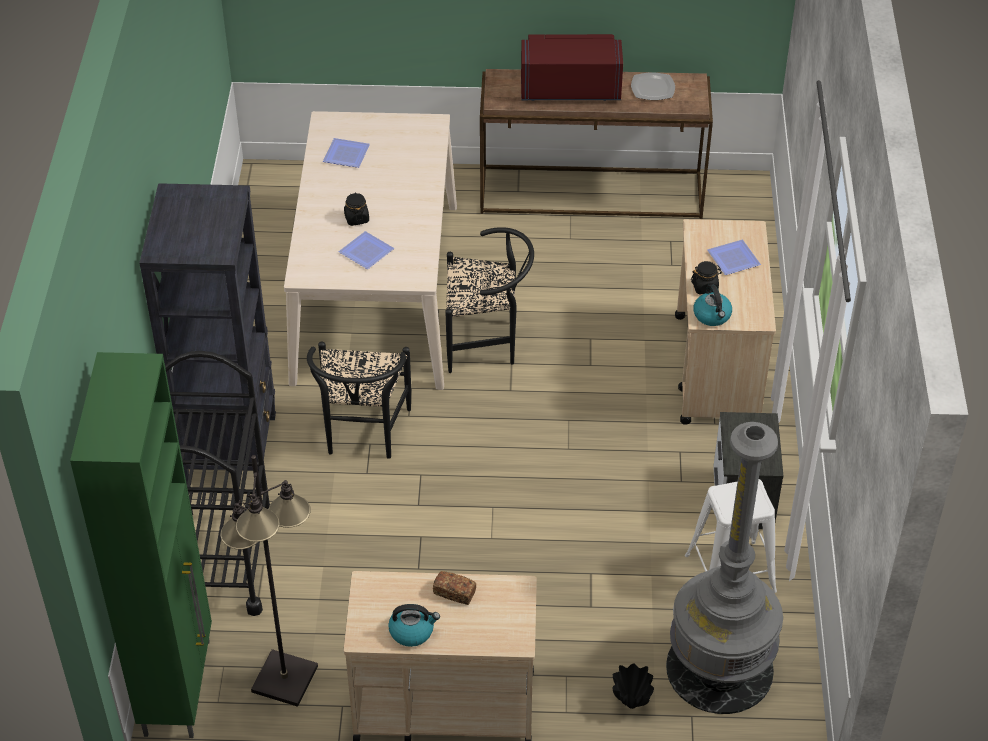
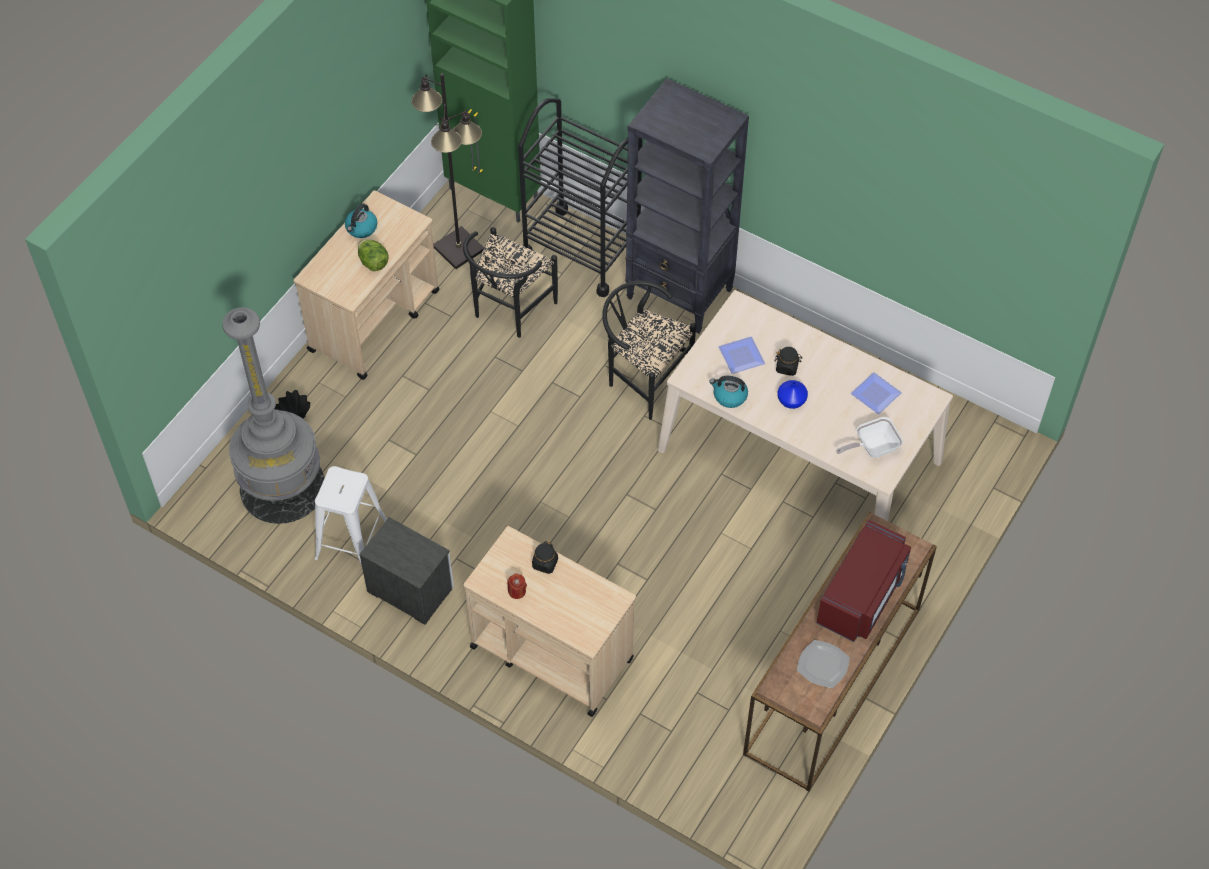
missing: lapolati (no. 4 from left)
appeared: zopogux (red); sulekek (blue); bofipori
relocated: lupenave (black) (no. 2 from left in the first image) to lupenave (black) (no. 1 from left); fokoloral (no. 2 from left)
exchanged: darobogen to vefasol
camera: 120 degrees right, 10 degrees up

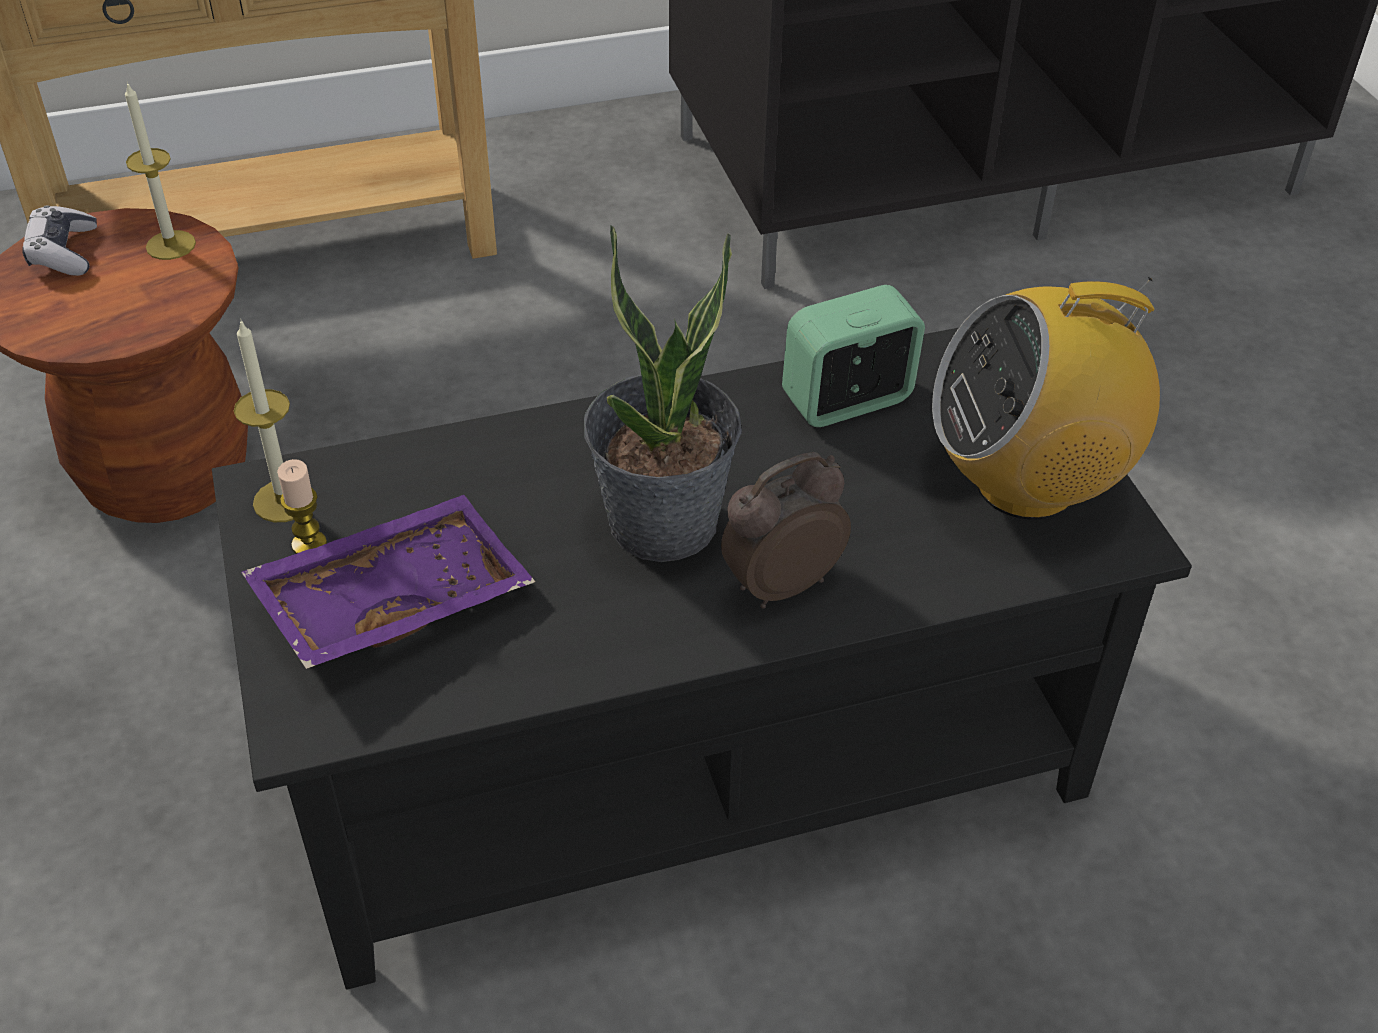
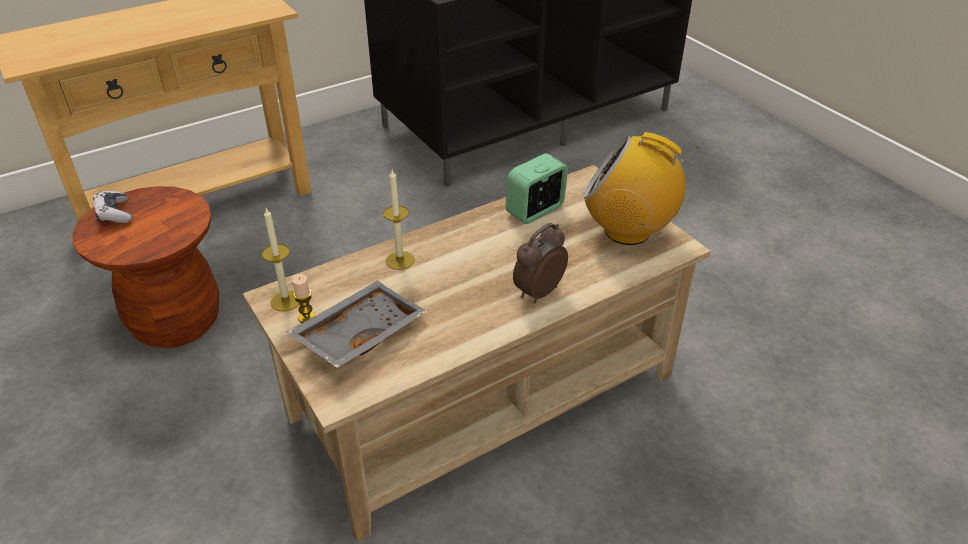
missing: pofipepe
relocated: zopogux (no. 1 from left in the first image) to zopogux (no. 3 from left)
colour: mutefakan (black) to mutefakan (beige); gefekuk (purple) to gefekuk (grey)
spun: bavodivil 45 degrees clockwise
camera: 15 degrees left, 5 degrees down

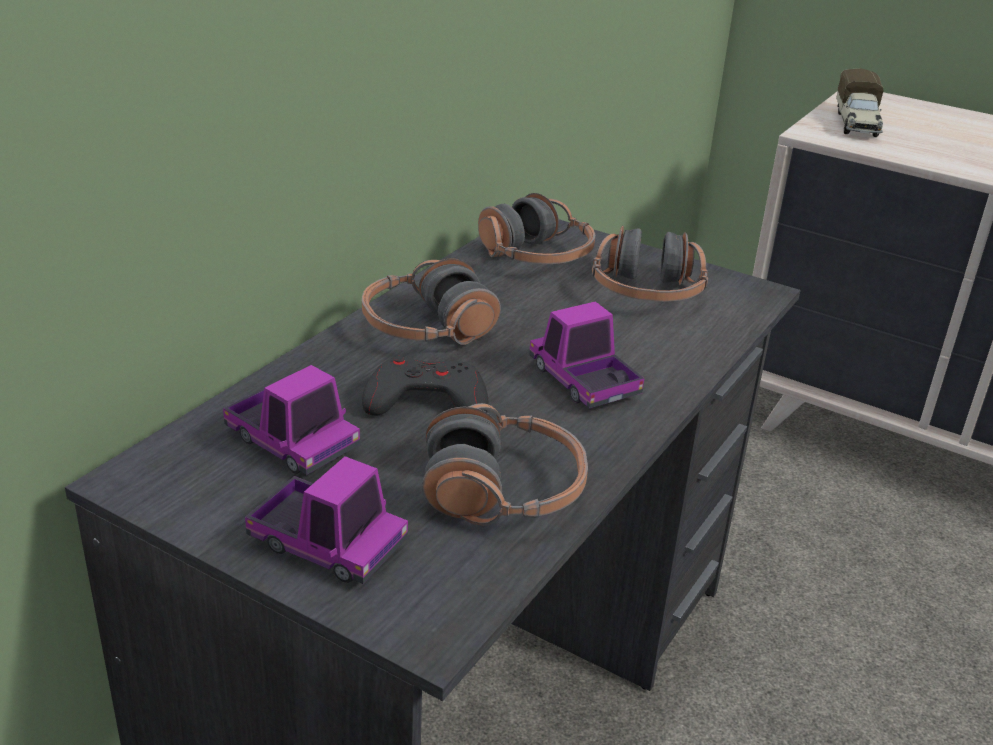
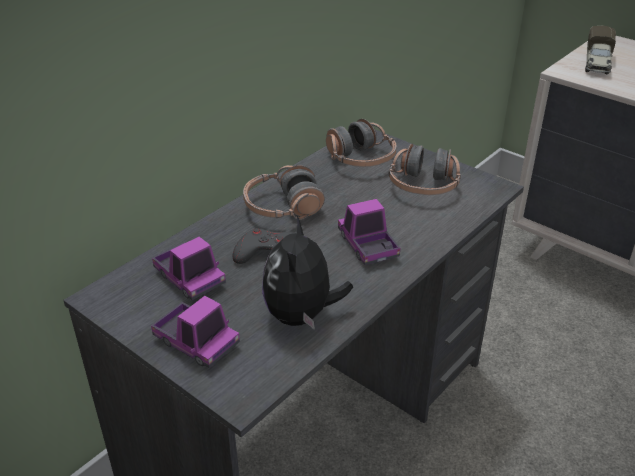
exchanged: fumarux (no. 2 from left) to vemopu
camera: 10 degrees right, 5 degrees up

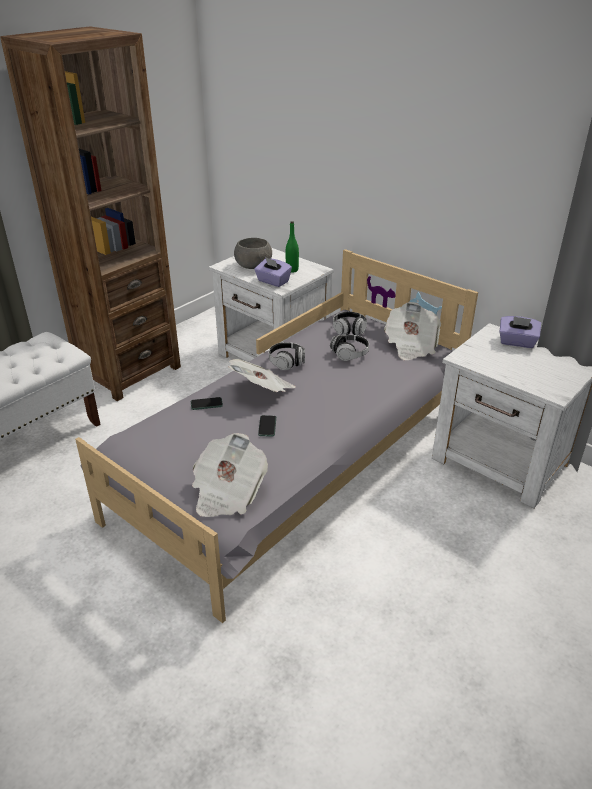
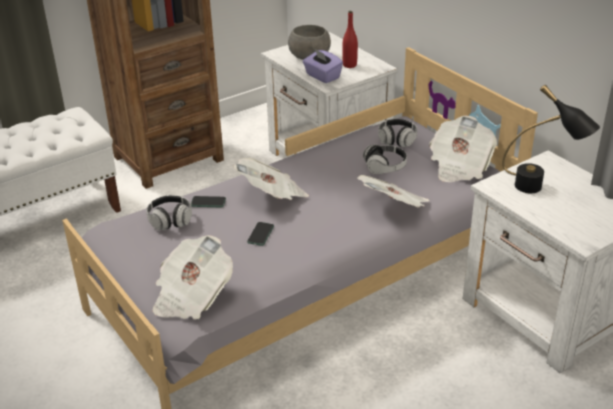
missing: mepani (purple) (no. 2 from left)
appeared: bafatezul (no. 3 from left); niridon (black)
relocated: fumarux (no. 1 from left)
colour: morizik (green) to morizik (red)
camera: 15 degrees right, 0 degrees up

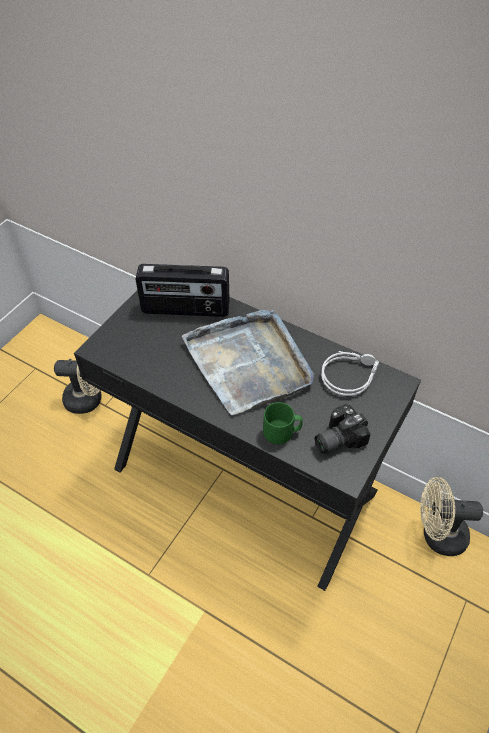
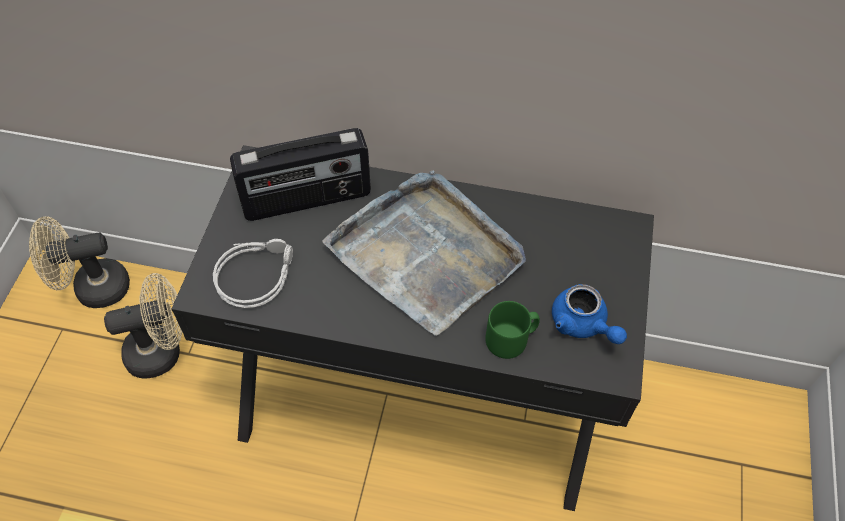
relocated: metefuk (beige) (no. 2 from left in the first image) to metefuk (beige) (no. 1 from left); fumarux (grey)
exchanged: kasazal to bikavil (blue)
camera: 20 degrees left, 5 degrees up

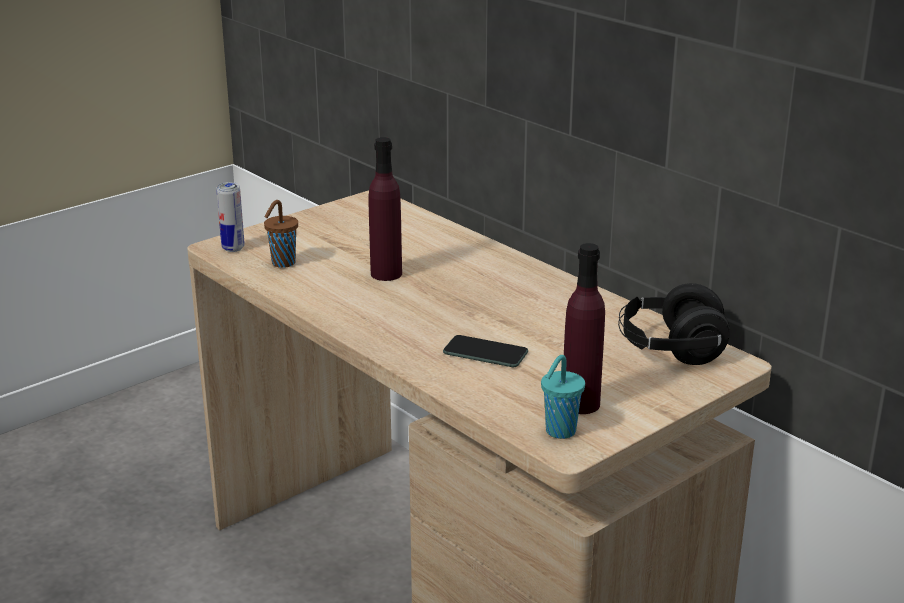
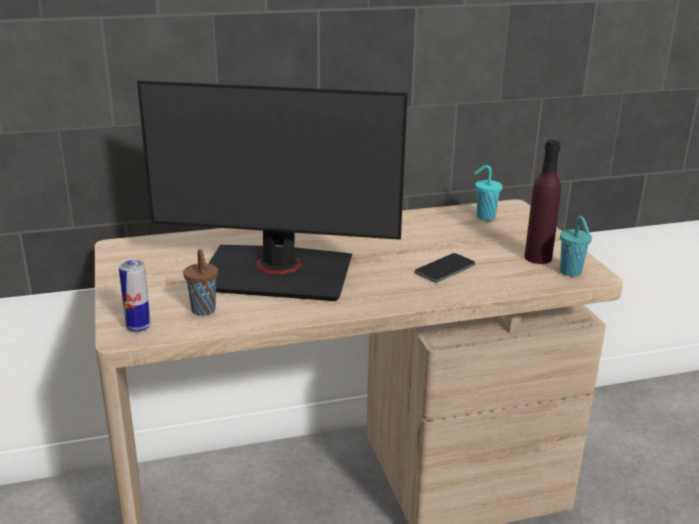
exchanged: morizik (purple) (no. 1 from left) to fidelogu; fumarux (black) to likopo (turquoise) (no. 1 from left)
camera: 65 degrees left, 0 degrees up

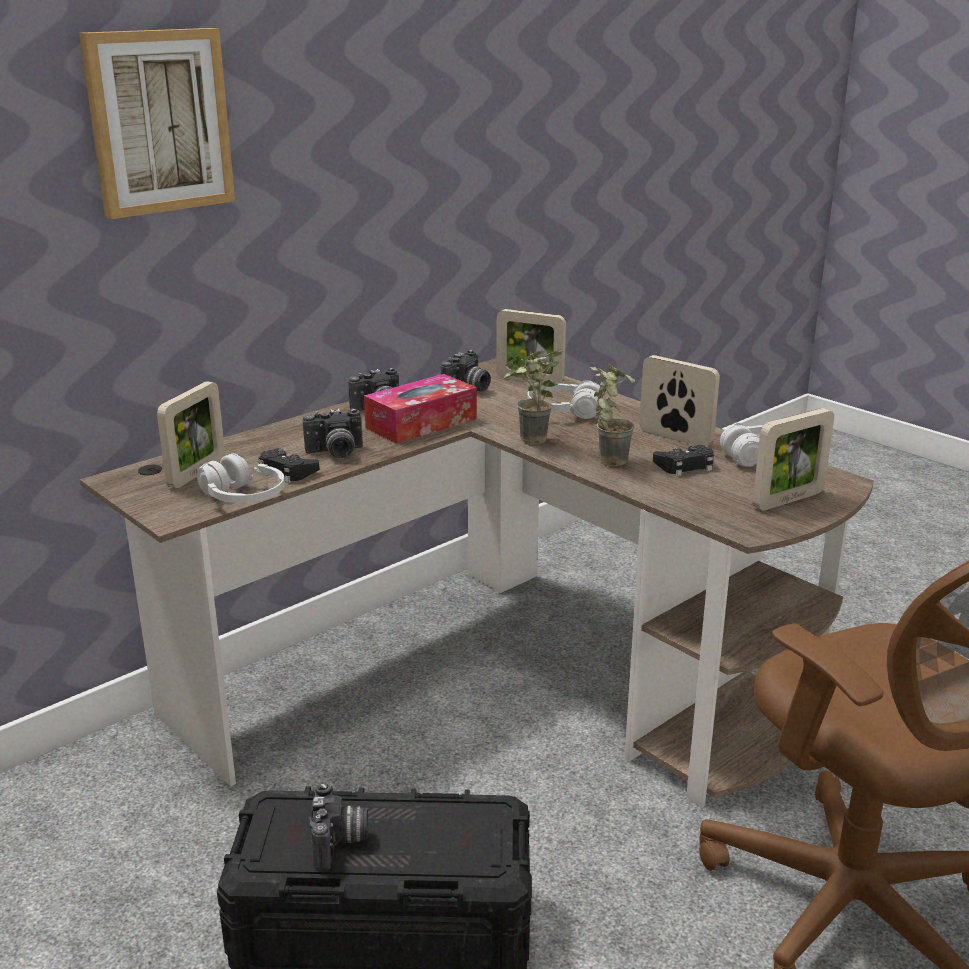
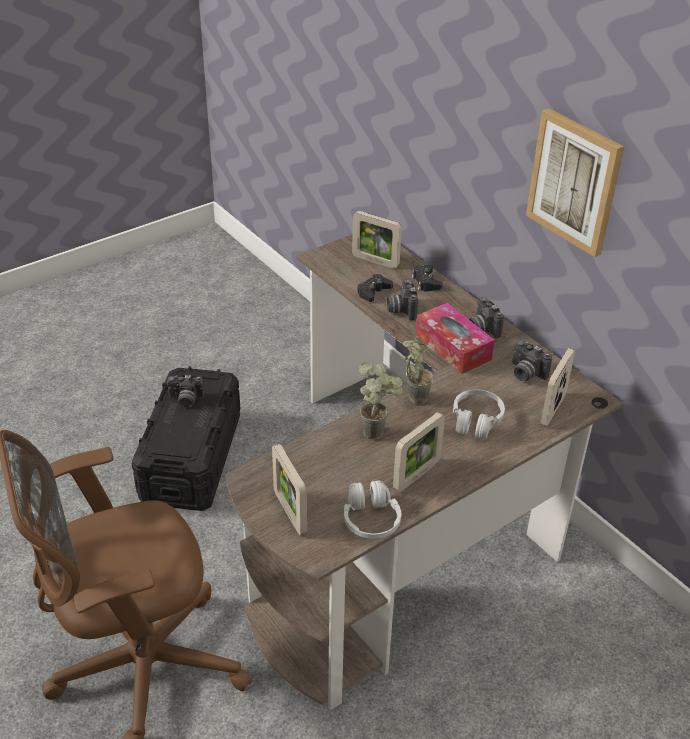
missing: fumarux (white) (no. 1 from left)
relocated: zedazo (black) (no. 2 from left); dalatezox
camera: 95 degrees right, 15 degrees up

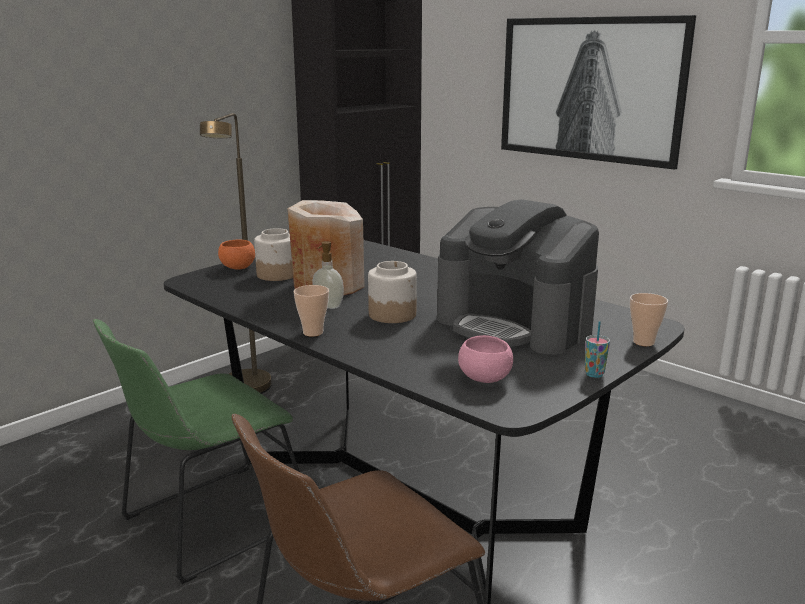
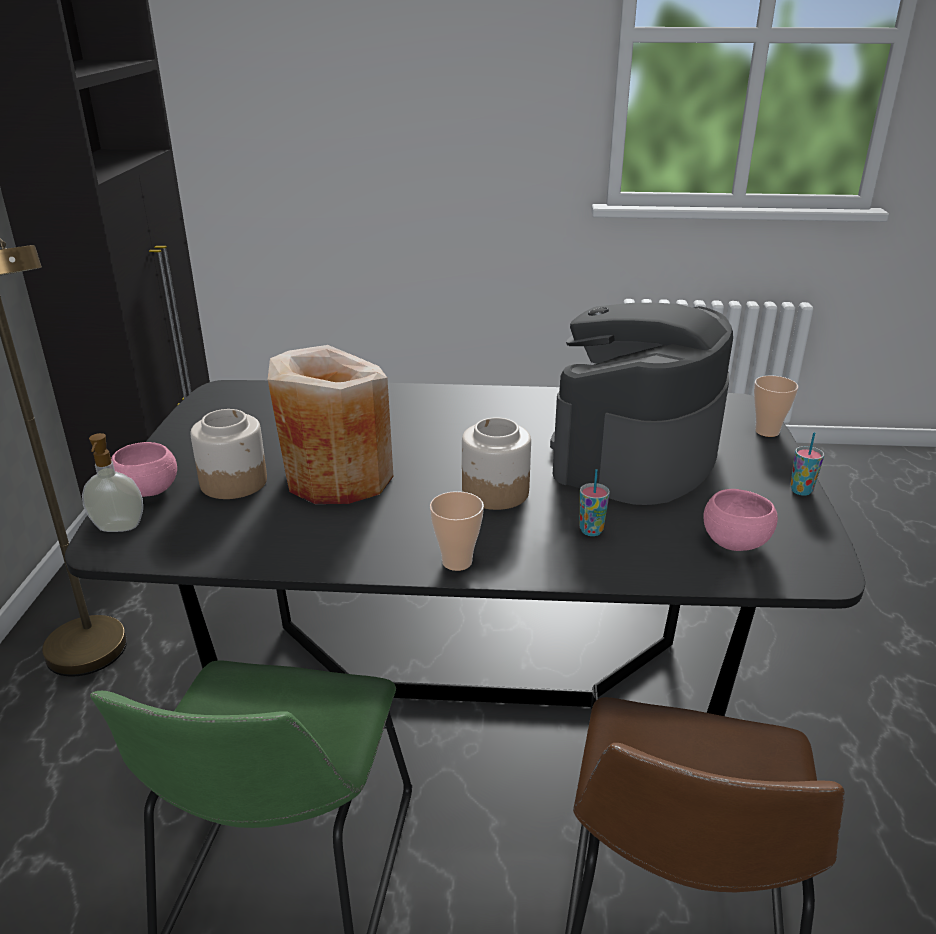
missing: dalatezox
appeared: likopo (no. 2 from left)
relocated: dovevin
colour: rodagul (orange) to rodagul (pink) (no. 1 from left)
spun: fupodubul 120 degrees clockwise
camera: 40 degrees left, 10 degrees up

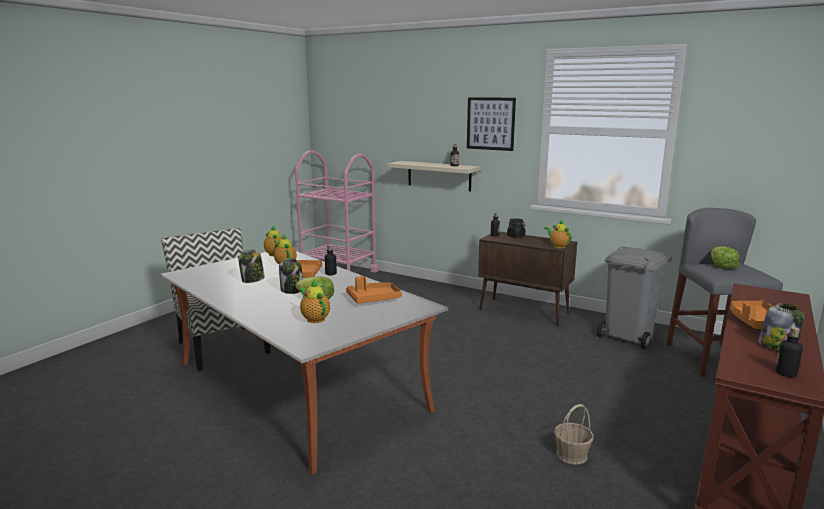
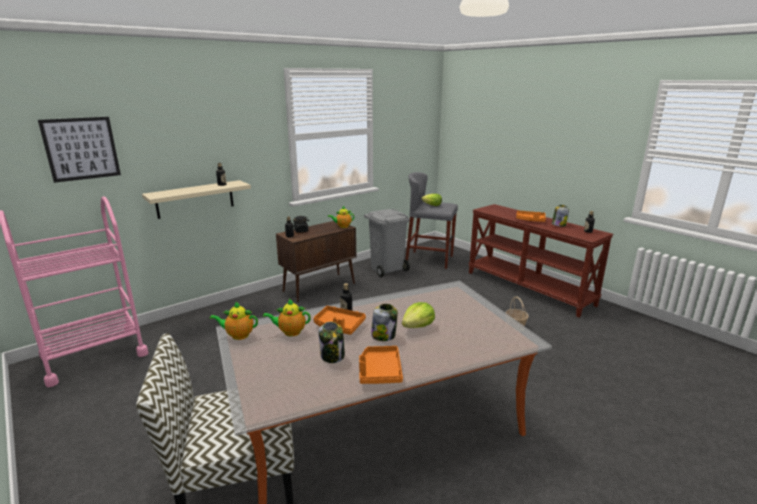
missing: bikavil (no. 3 from left)
relocated: dalatezox; gefekuk (orange) (no. 2 from left)
camera: 70 degrees left, 5 degrees up

